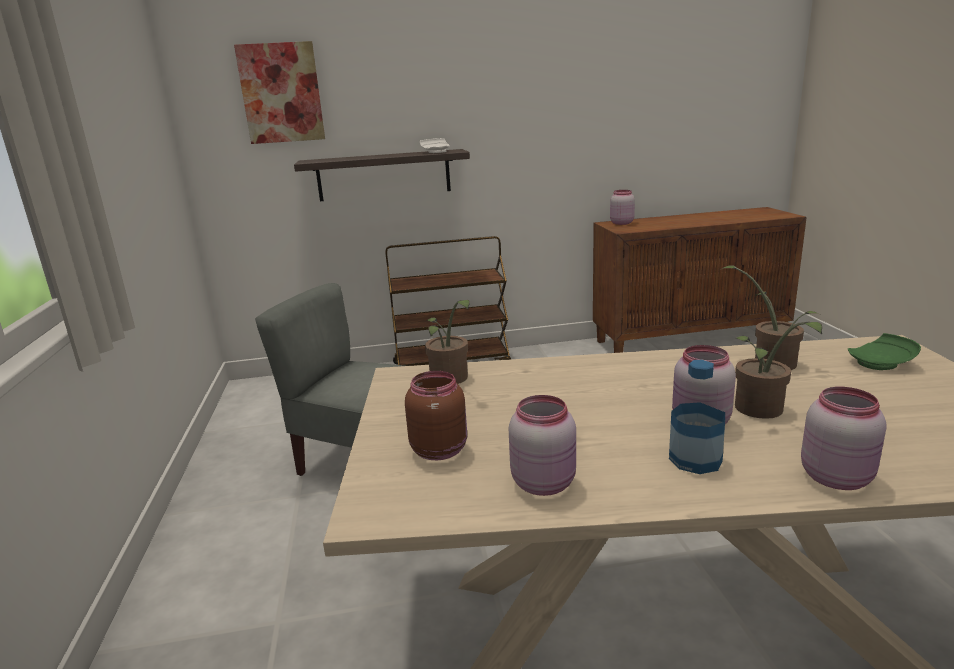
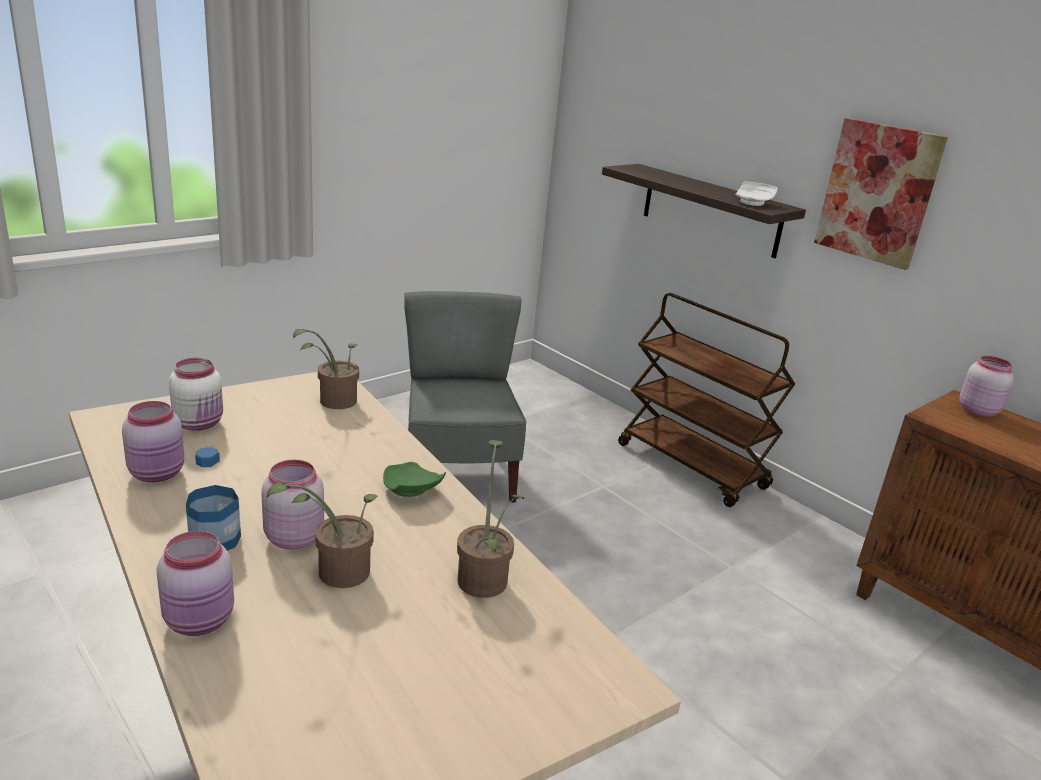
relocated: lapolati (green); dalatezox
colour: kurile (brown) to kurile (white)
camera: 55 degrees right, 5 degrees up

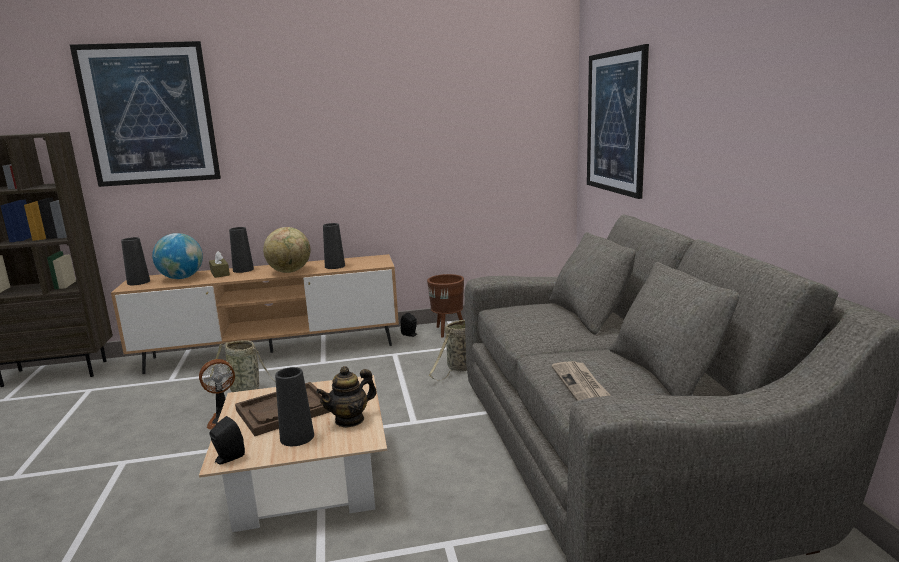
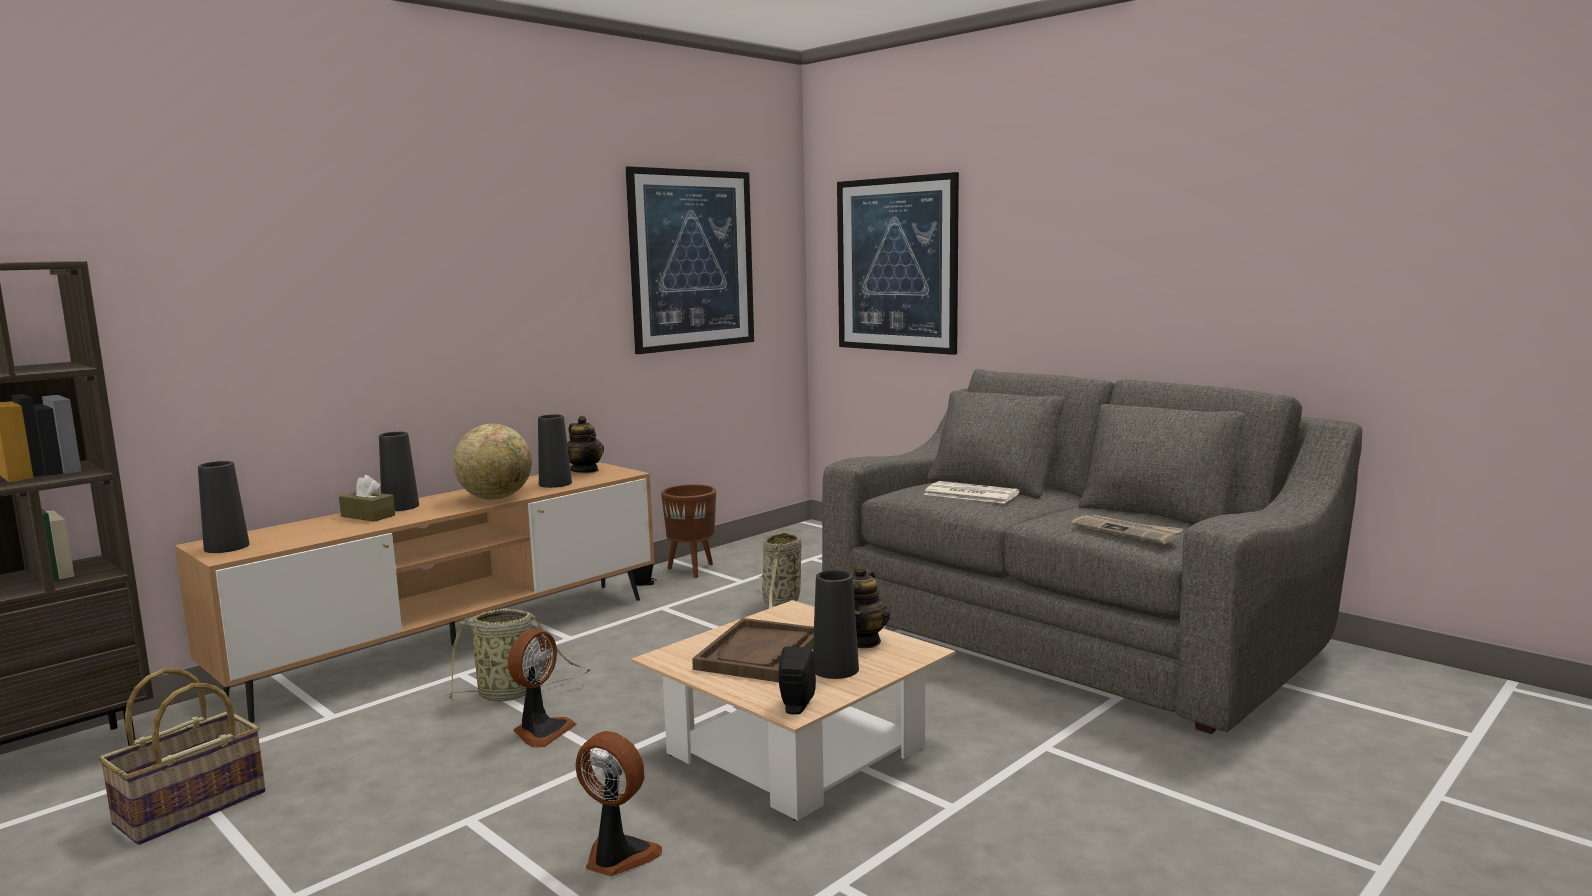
missing: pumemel (no. 1 from left)
appeared: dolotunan (no. 1 from left); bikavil (no. 1 from left); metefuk (no. 2 from left); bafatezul (no. 1 from left)
relocated: dalatezox (no. 1 from left)
camera: 35 degrees left, 5 degrees down

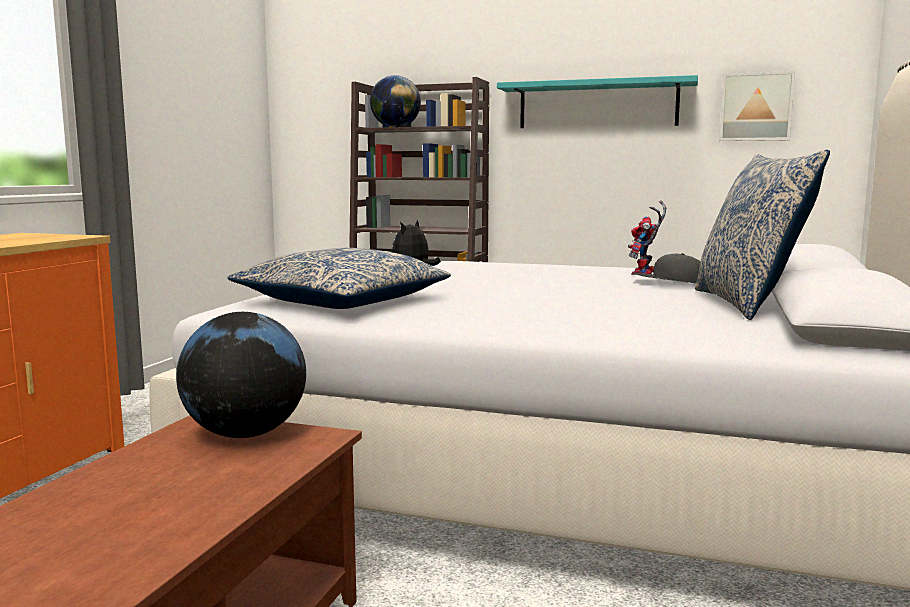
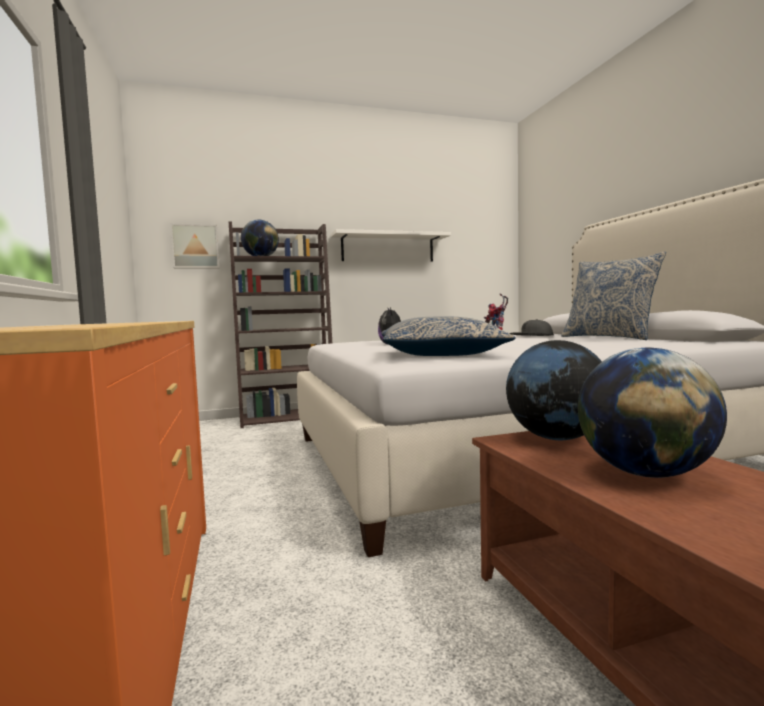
appeared: pumemel (no. 3 from left)
relocated: dalatezox
colour: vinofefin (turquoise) to vinofefin (white)
camera: 35 degrees left, 5 degrees down

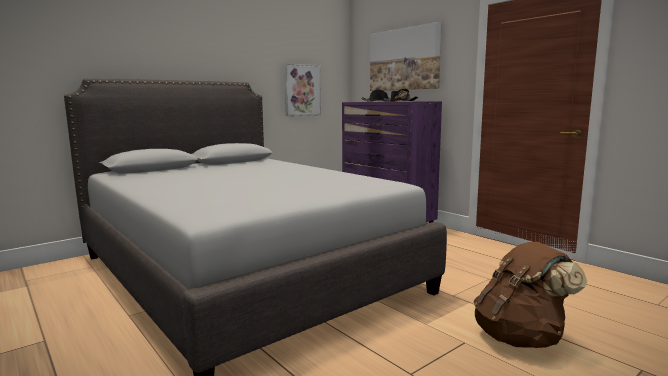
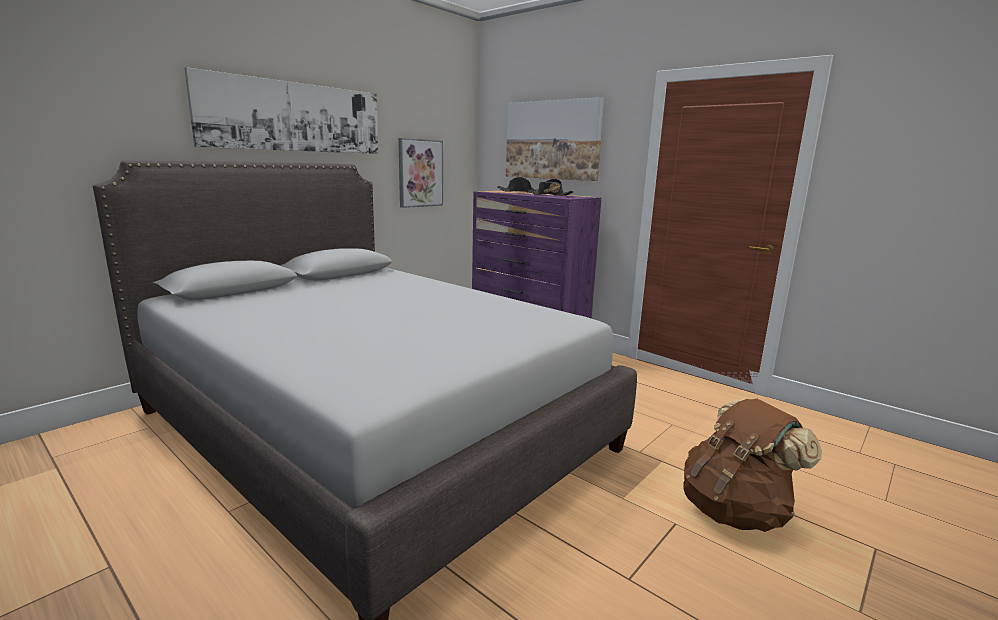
appeared: dalatezox (no. 1 from left)
camera: 10 degrees left, 5 degrees up

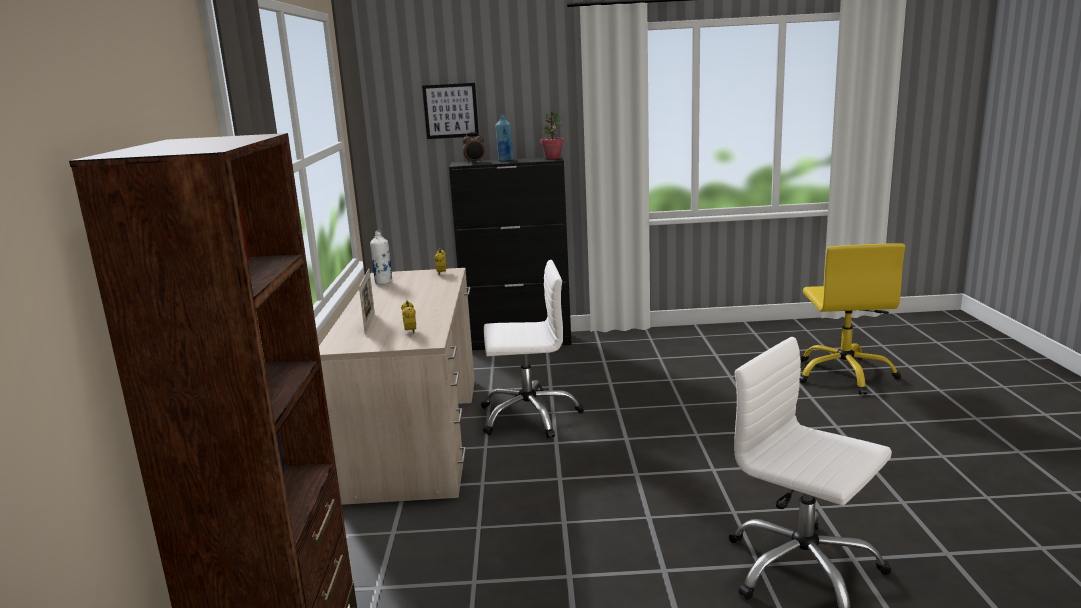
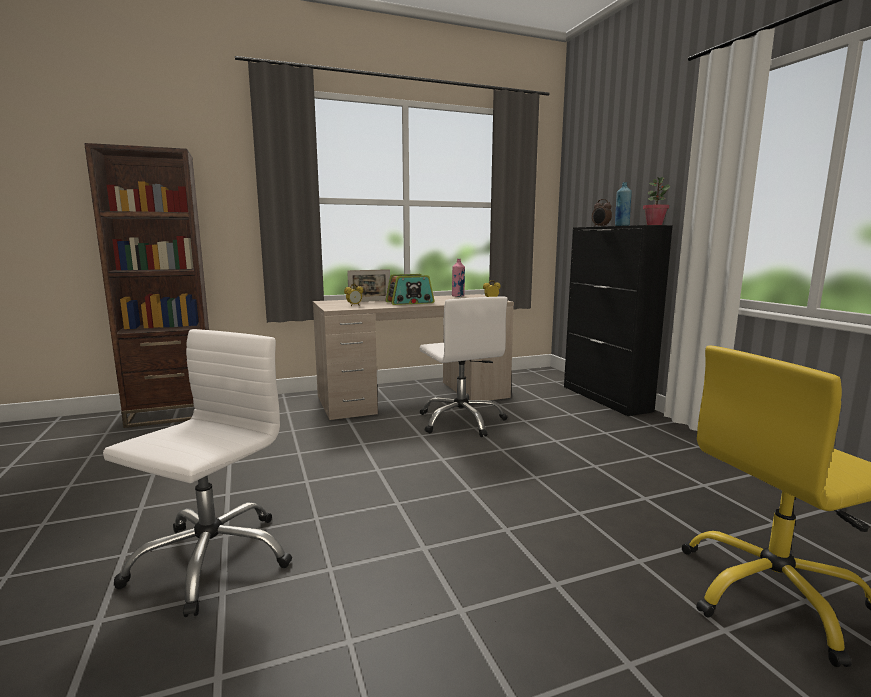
missing: dalatezox
appeared: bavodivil
colour: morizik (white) to morizik (pink)
camera: 70 degrees right, 5 degrees down

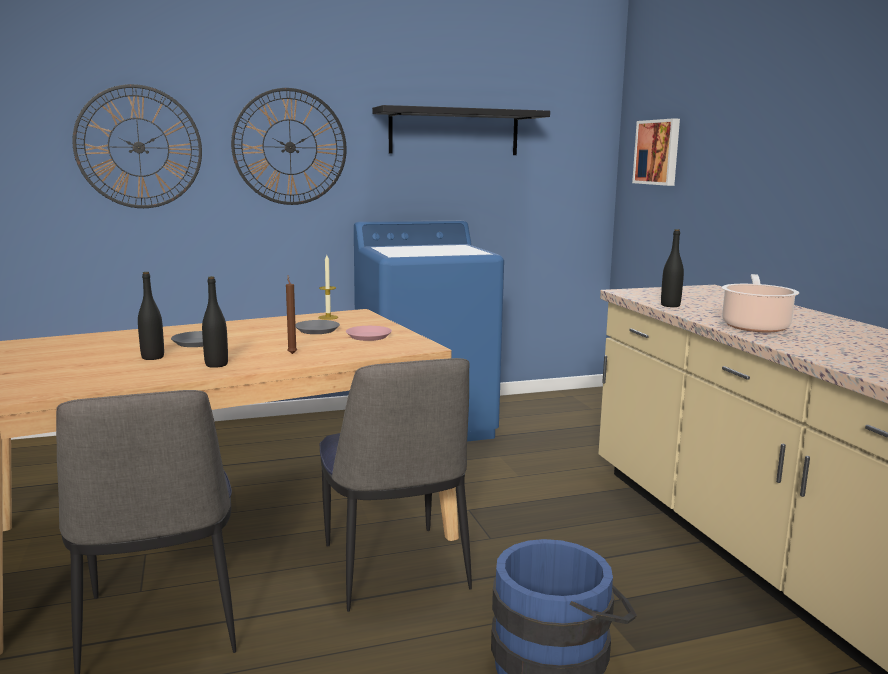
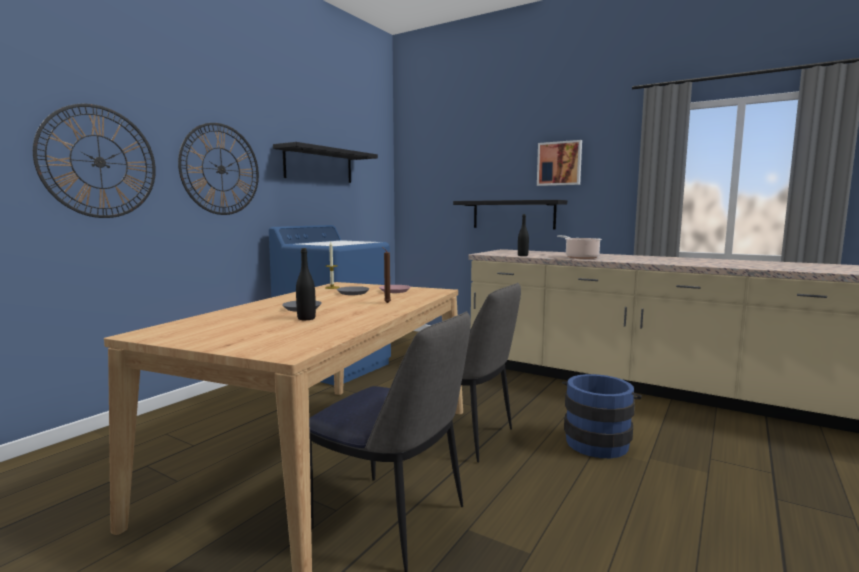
missing: morizik (black) (no. 2 from left)
appeared: vinofefin (black) (no. 2 from left)
relocated: dalatezox
camera: 40 degrees left, 5 degrees down

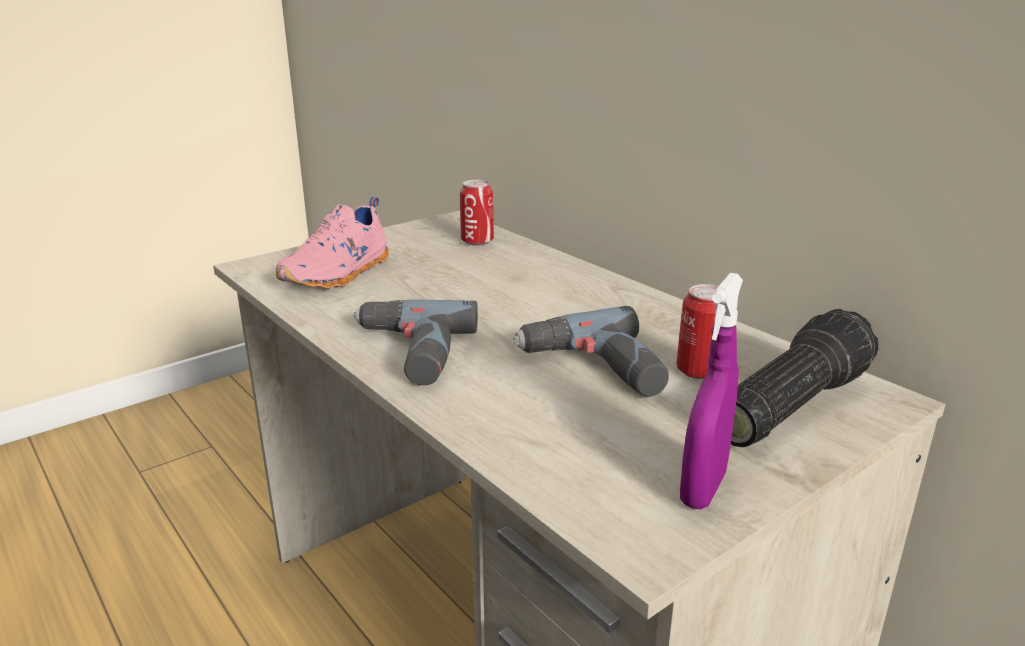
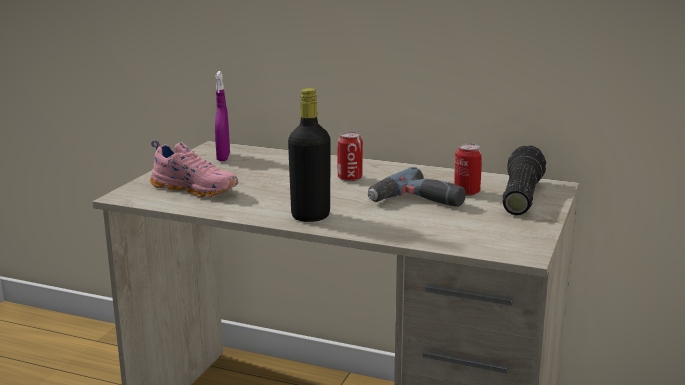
relocated: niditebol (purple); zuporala (no. 1 from left)
exchanged: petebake (no. 1 from left) to morizik (black)
spun: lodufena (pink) 60 degrees counterclockwise
camera: 30 degrees left, 5 degrees down

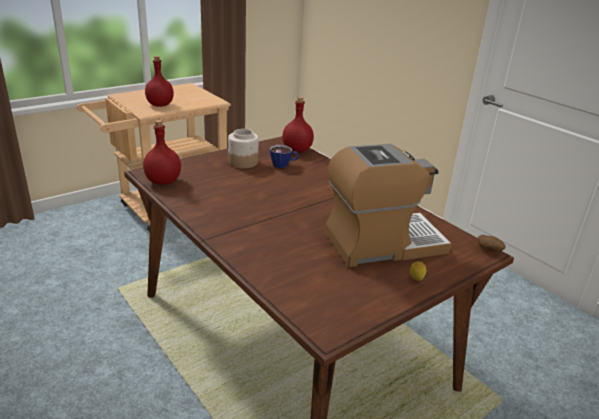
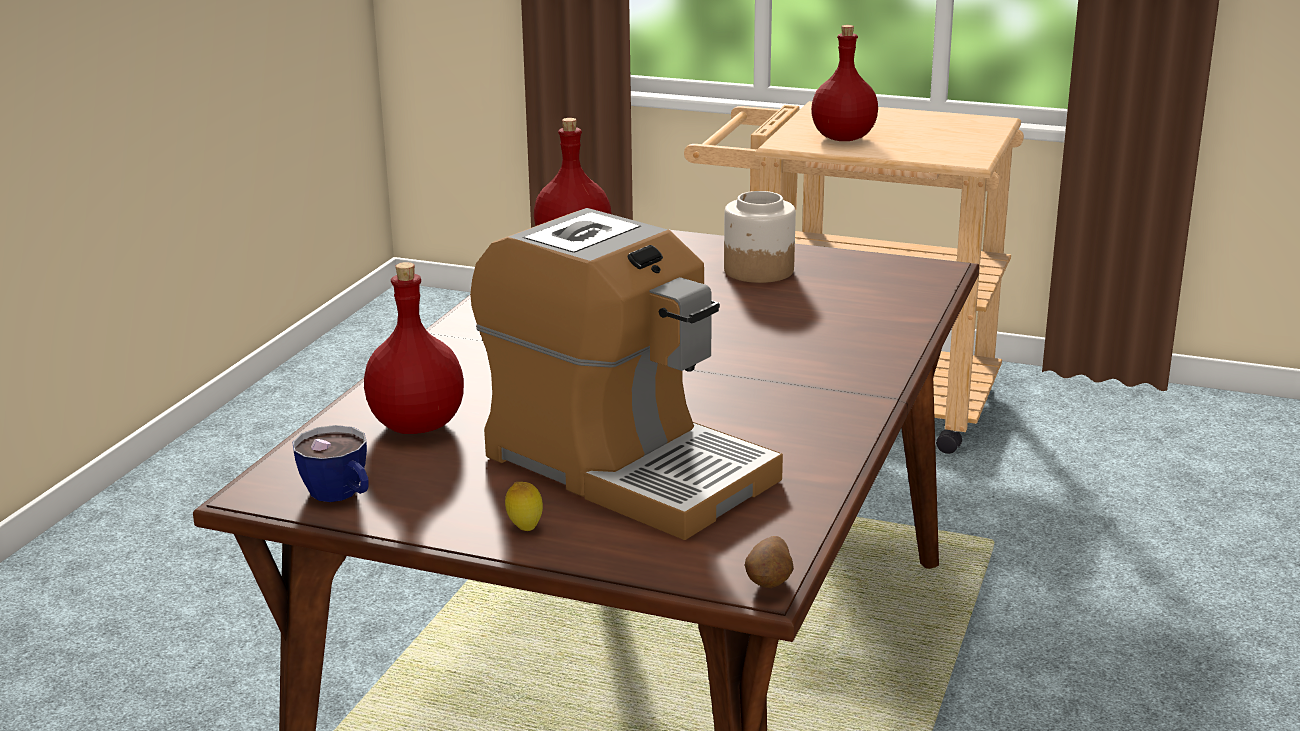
relocated: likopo; morizik (red) (no. 3 from left in the first image) to morizik (red) (no. 1 from left)
camera: 60 degrees right, 5 degrees down

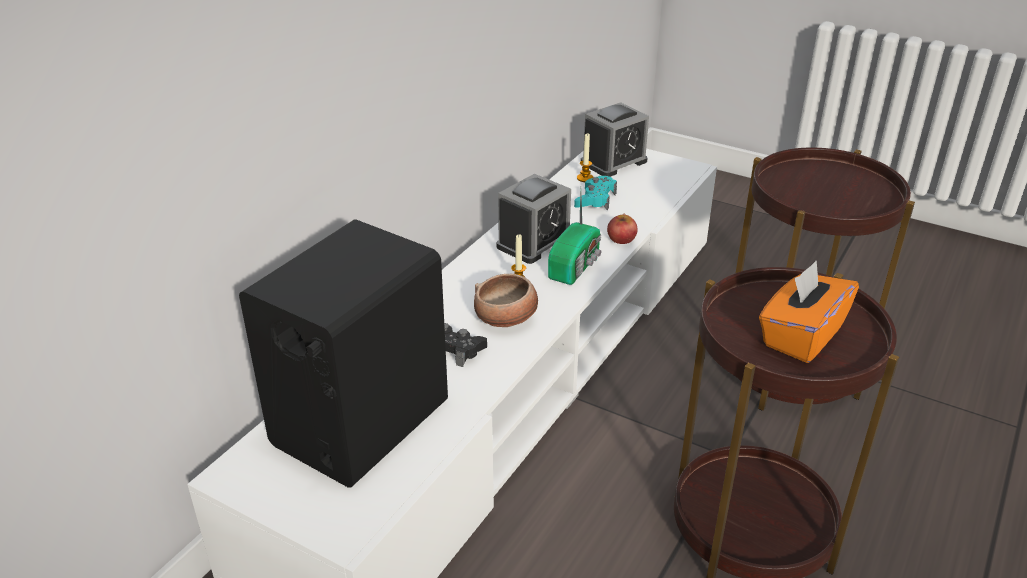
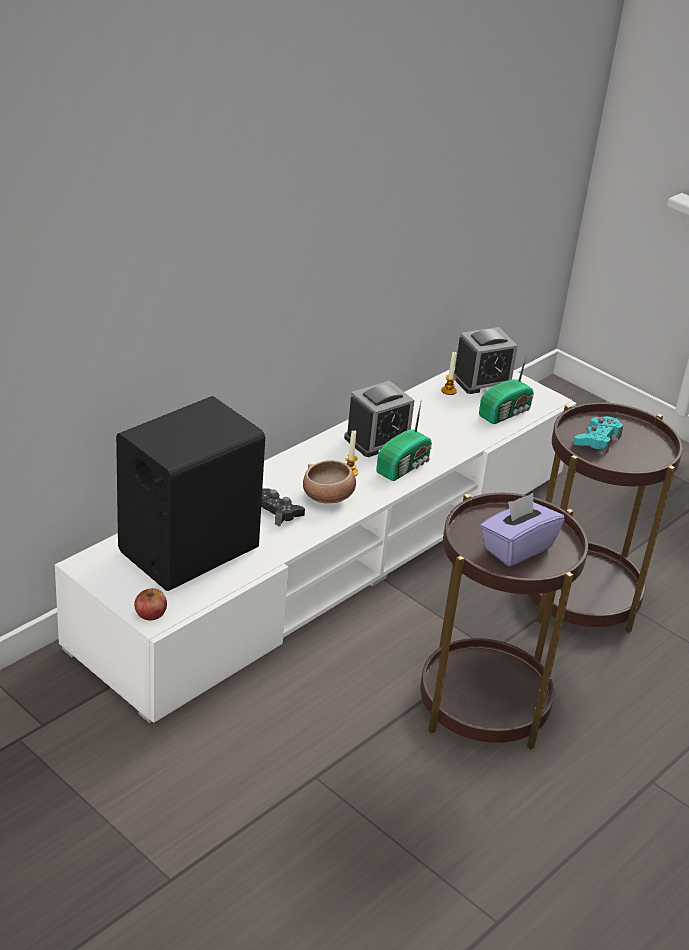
appeared: bavodivil (no. 2 from left)
relocated: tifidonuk; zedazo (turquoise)
colour: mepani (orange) to mepani (purple)
camera: 10 degrees right, 0 degrees up

